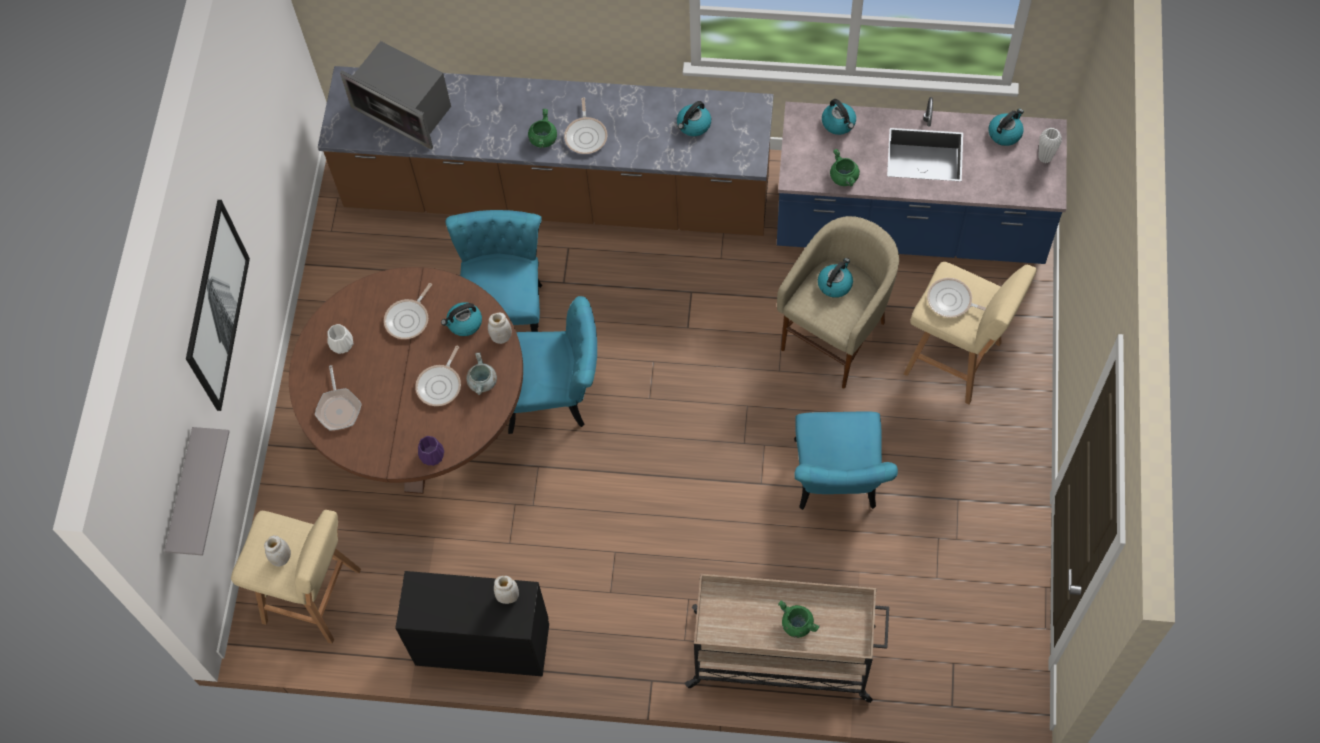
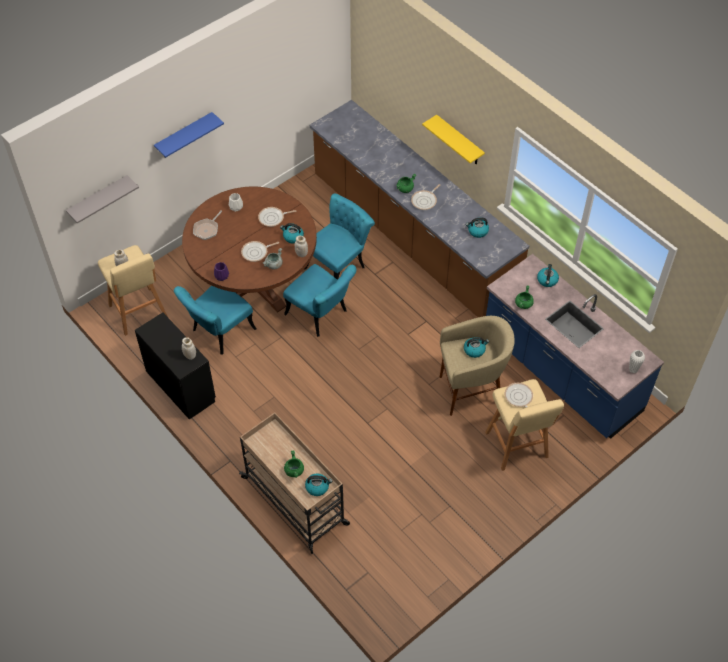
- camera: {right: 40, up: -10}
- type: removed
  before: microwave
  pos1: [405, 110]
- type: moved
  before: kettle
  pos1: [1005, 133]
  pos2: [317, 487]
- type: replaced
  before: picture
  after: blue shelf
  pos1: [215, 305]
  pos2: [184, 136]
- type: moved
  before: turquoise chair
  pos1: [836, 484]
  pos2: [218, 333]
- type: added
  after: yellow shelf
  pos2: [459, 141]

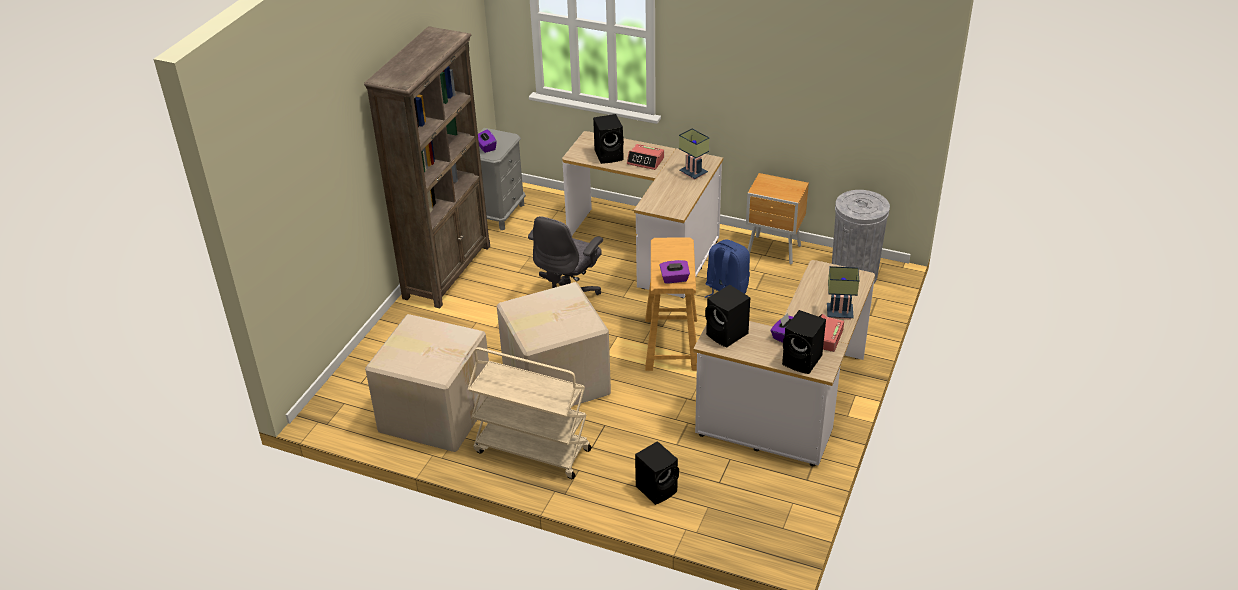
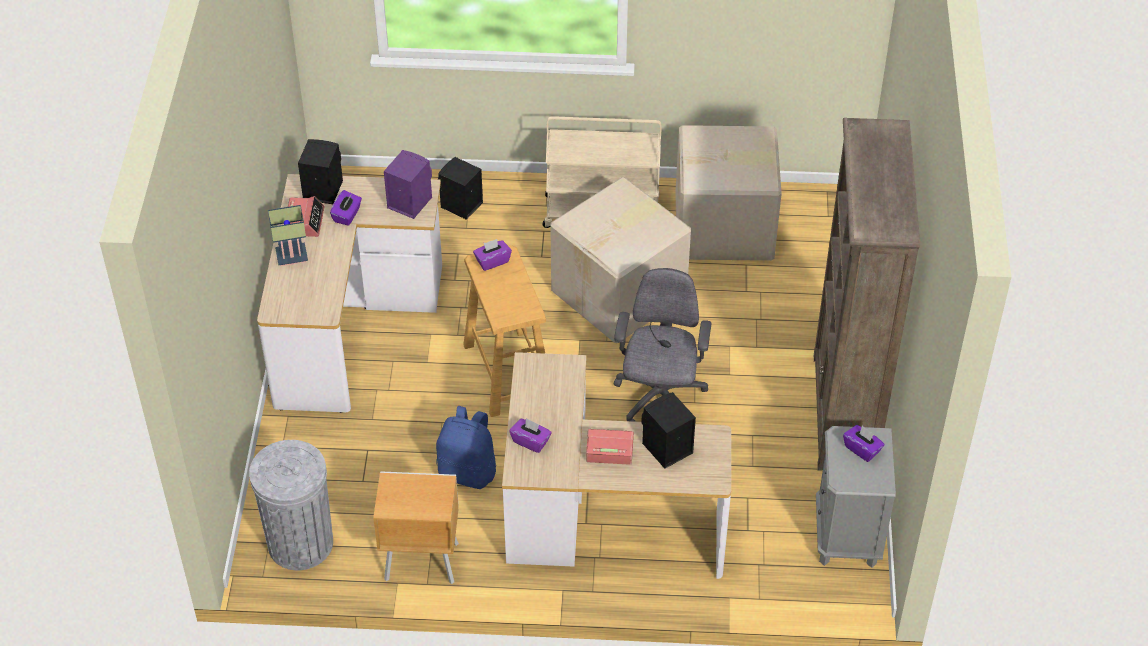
- camera: {right: 160, up: 10}
- type: replaced
  before: table lamp
  after: purple tissue box
  pos1: [695, 173]
  pos2: [531, 441]
- type: recoloured
  before: black speaker
  after: purple speaker
  pos1: [727, 335]
  pos2: [408, 202]

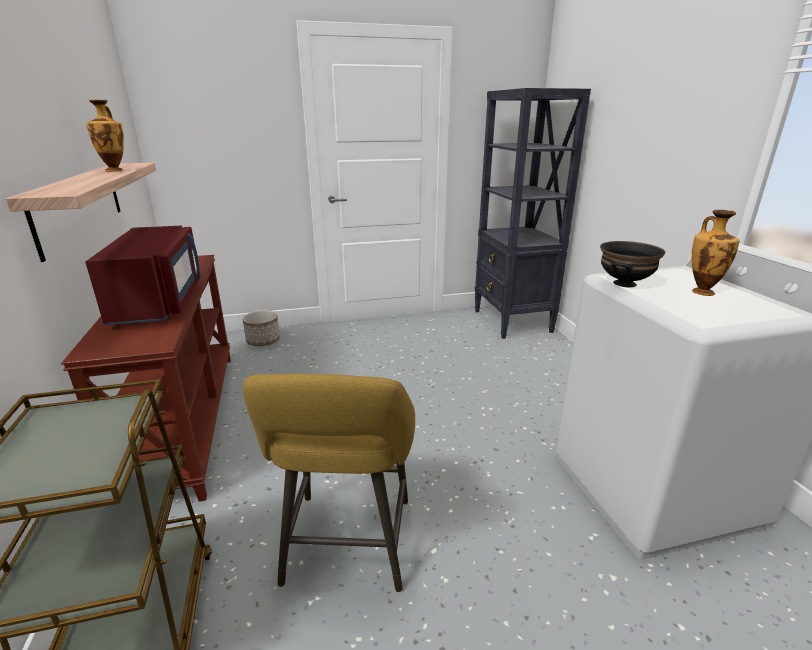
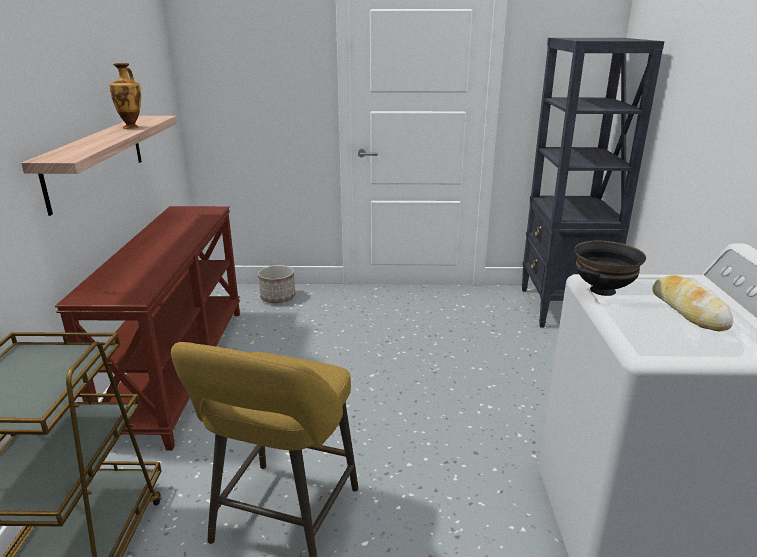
- camera: {right: 15, up: 0}
- type: replaced
  before: vase
  after: bread
  pos1: [702, 291]
  pos2: [688, 310]
- type: removed
  before: red microwave
  pos1: [160, 302]

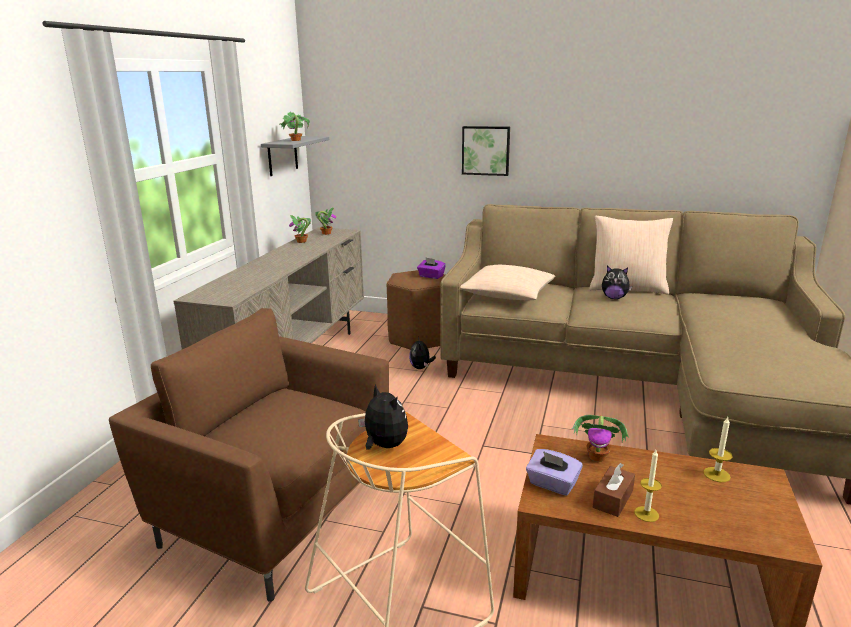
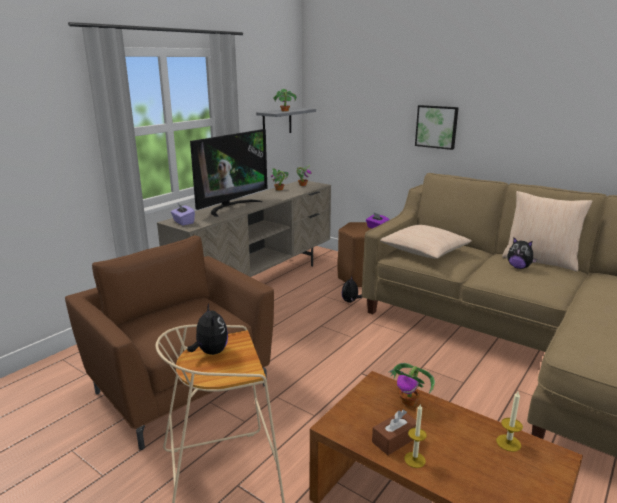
- camera: {right: 20, up: 0}
- type: moved
  before: purple tissue box
  pos1: [552, 484]
  pos2: [183, 222]
- type: added
  after: television
  pos2: [231, 207]

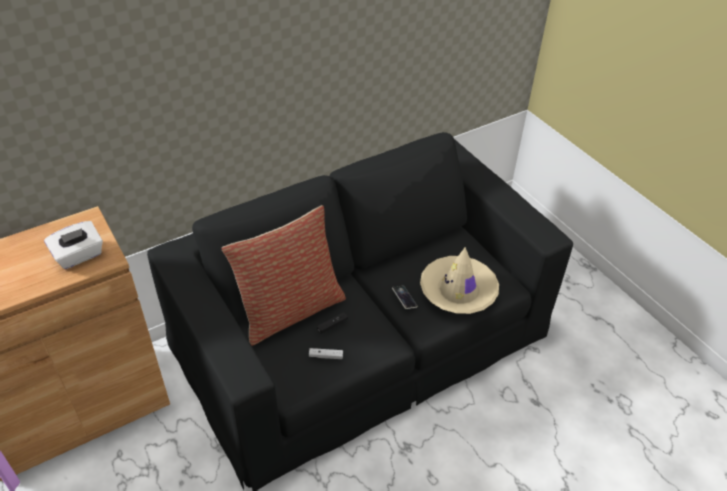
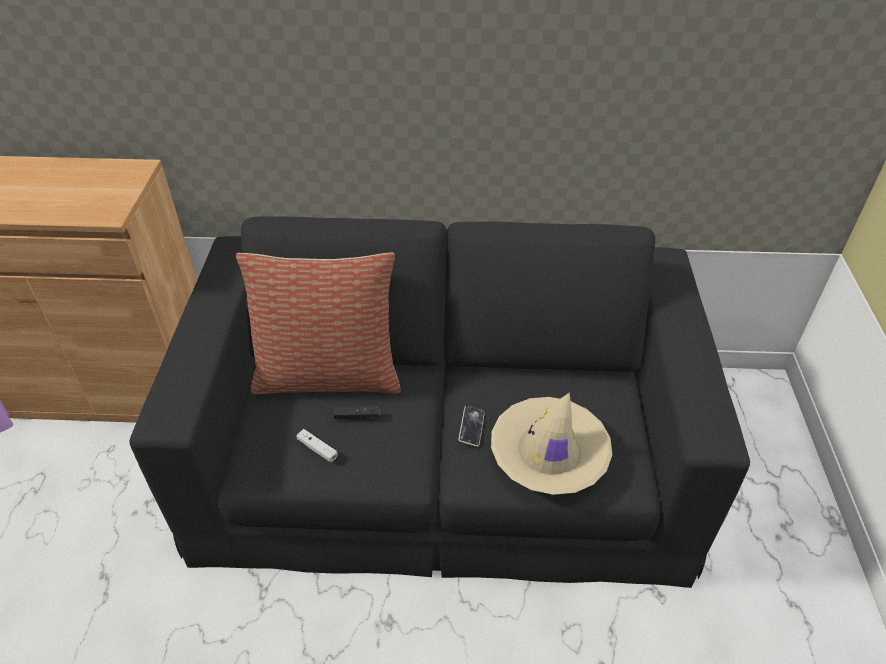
- camera: {right: 35, up: 0}
- type: removed
  before: white tissue box
  pos1: [79, 256]

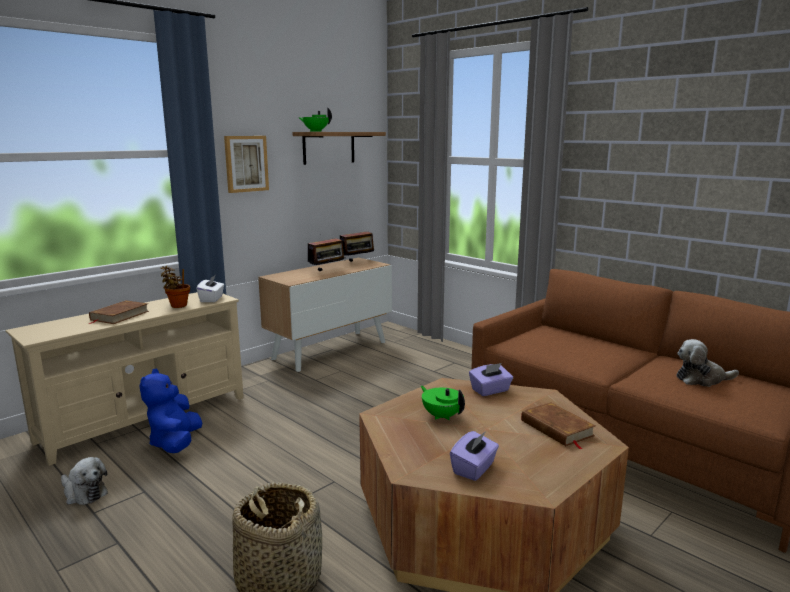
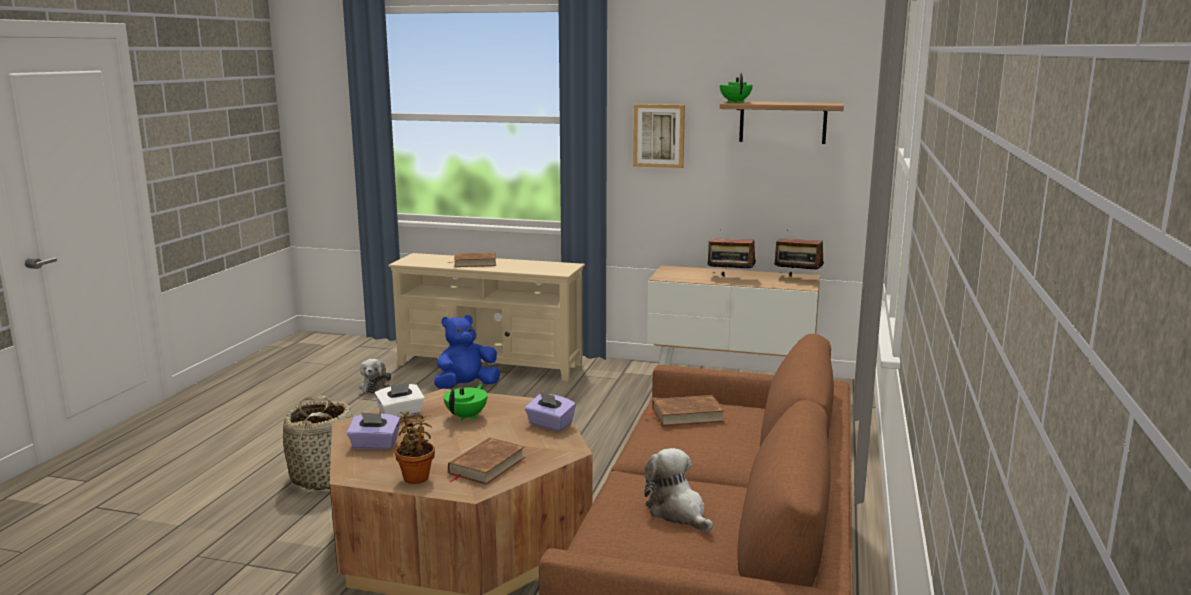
- camera: {right: 60, up: 0}
- type: moved
  before: potted plant
  pos1: [177, 305]
  pos2: [416, 477]
- type: moved
  before: white tissue box
  pos1: [212, 299]
  pos2: [401, 414]
- type: added
  after: brown book
  pos2: [687, 415]

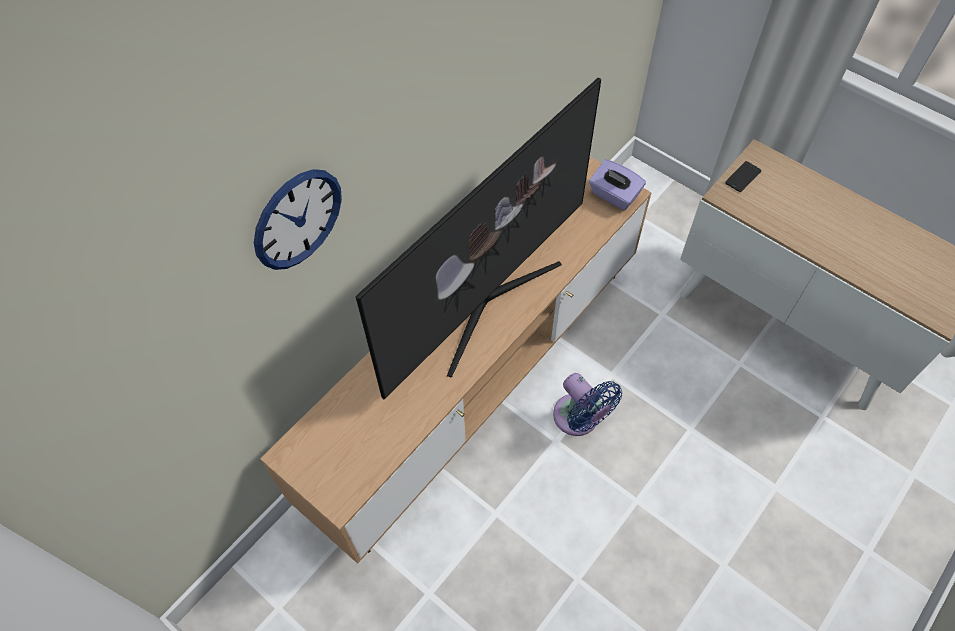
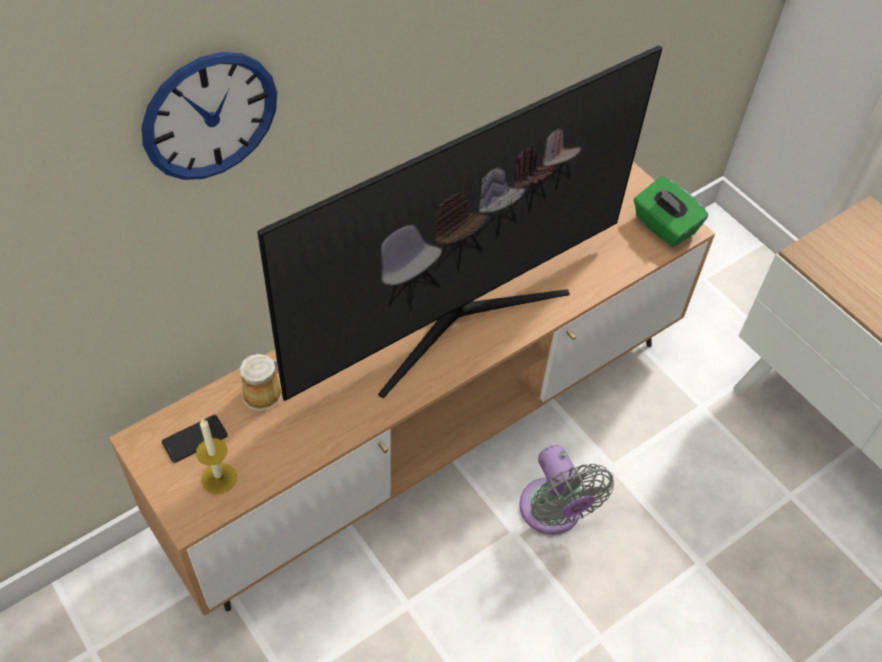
- camera: {right: 10, up: -5}
- type: recoloured
  before: purple tissue box
  after: green tissue box
  pos1: [614, 195]
  pos2: [664, 226]
- type: moved
  before: phone
  pos1: [743, 177]
  pos2: [195, 439]
- type: recoloured
  before: blue fan
  after: grey fan
  pos1: [579, 419]
  pos2: [553, 513]
- type: added
  after: mug
  pos2: [264, 392]
- type: added
  after: candle
  pos2: [219, 478]

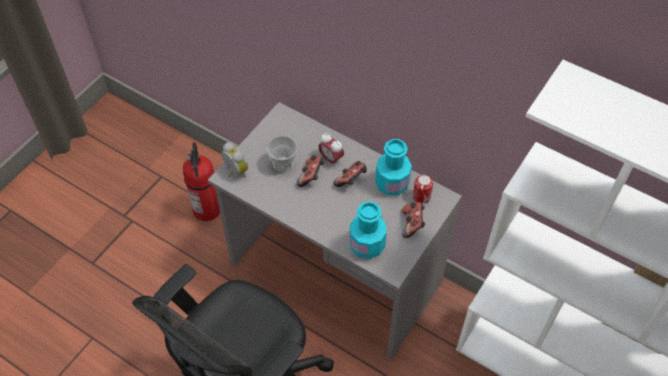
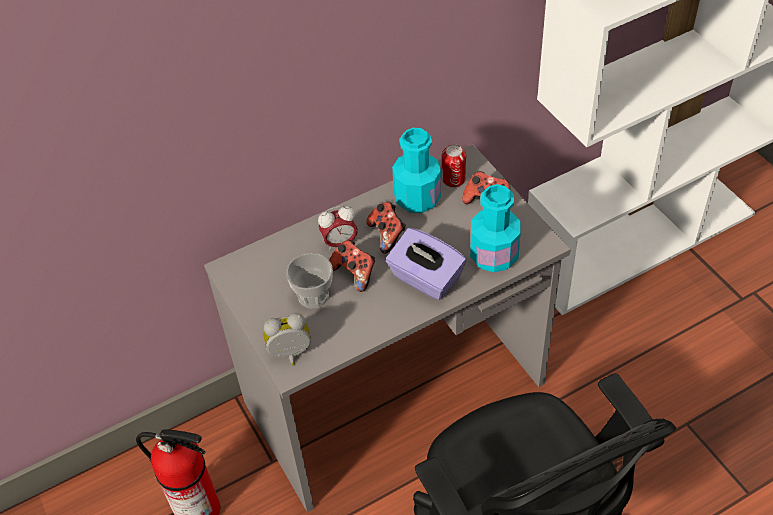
- camera: {right: -60, up: -5}
- type: added
  after: purple tissue box
  pos2: [425, 279]

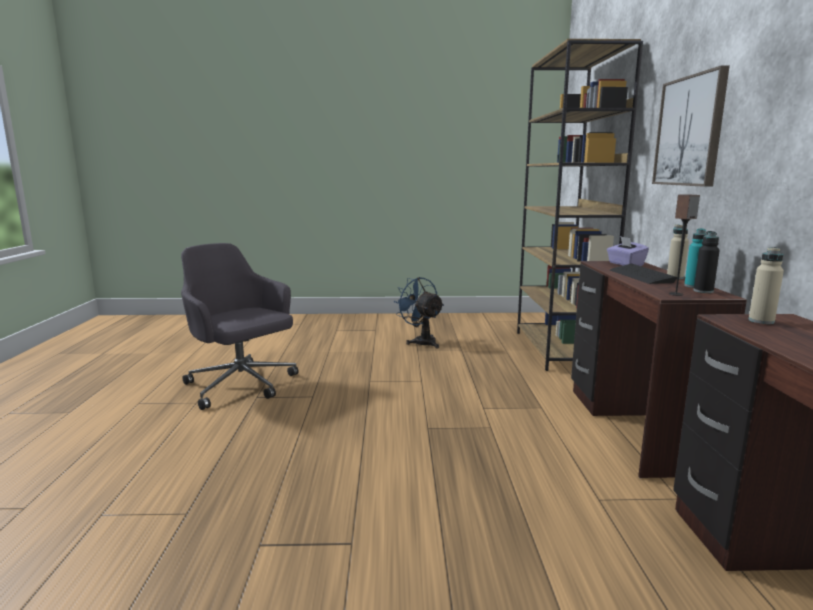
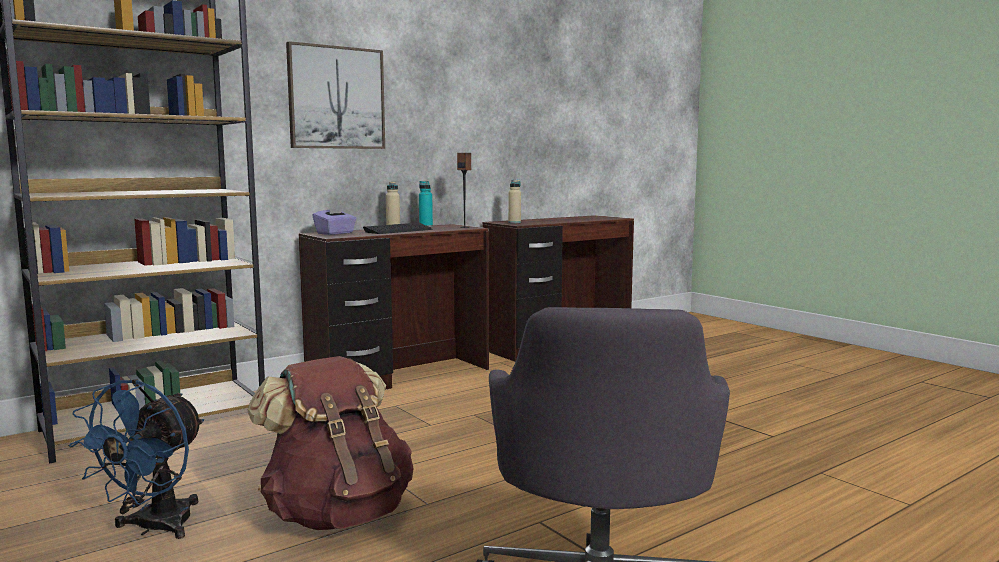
- camera: {right: -125, up: -5}
- type: removed
  before: black bottle
  pos1: [703, 291]
- type: added
  after: brown backpack
  pos2: [337, 514]

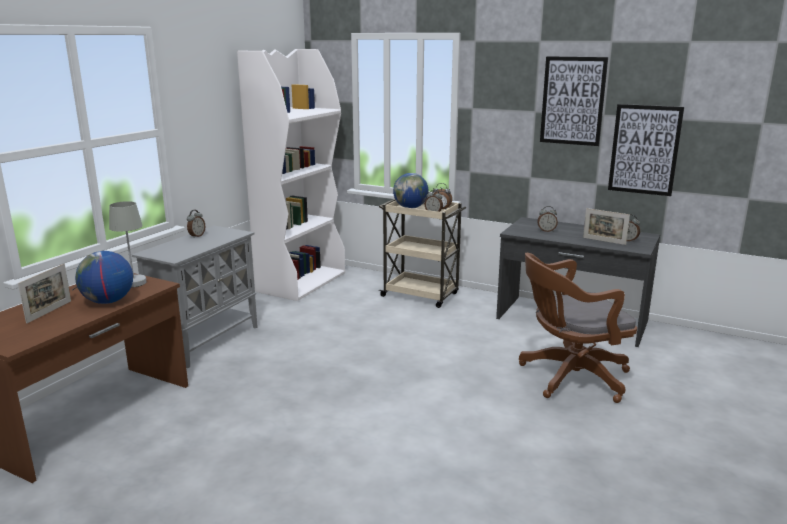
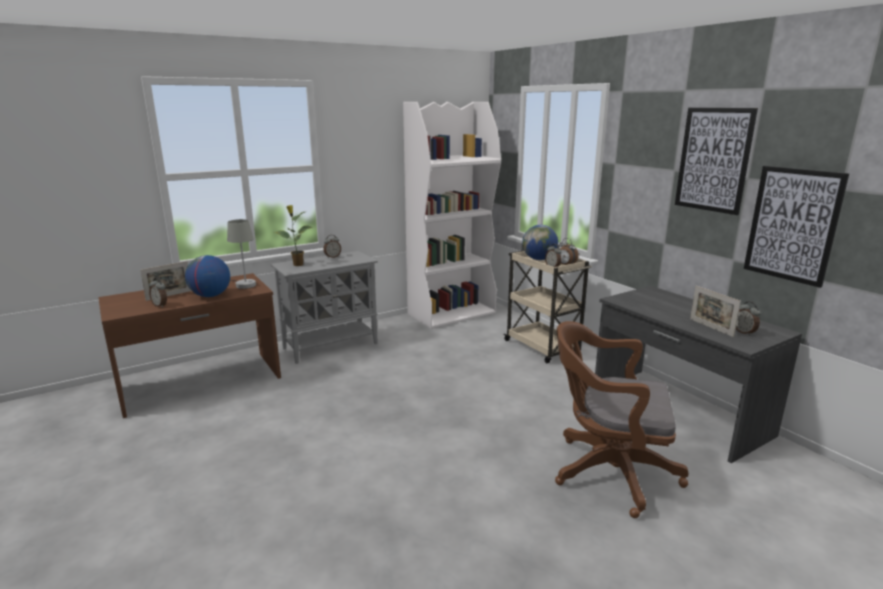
- camera: {right: 30, up: 0}
- type: moved
  before: alarm clock
  pos1: [546, 231]
  pos2: [160, 305]
- type: added
  after: potted plant
  pos2: [297, 265]

